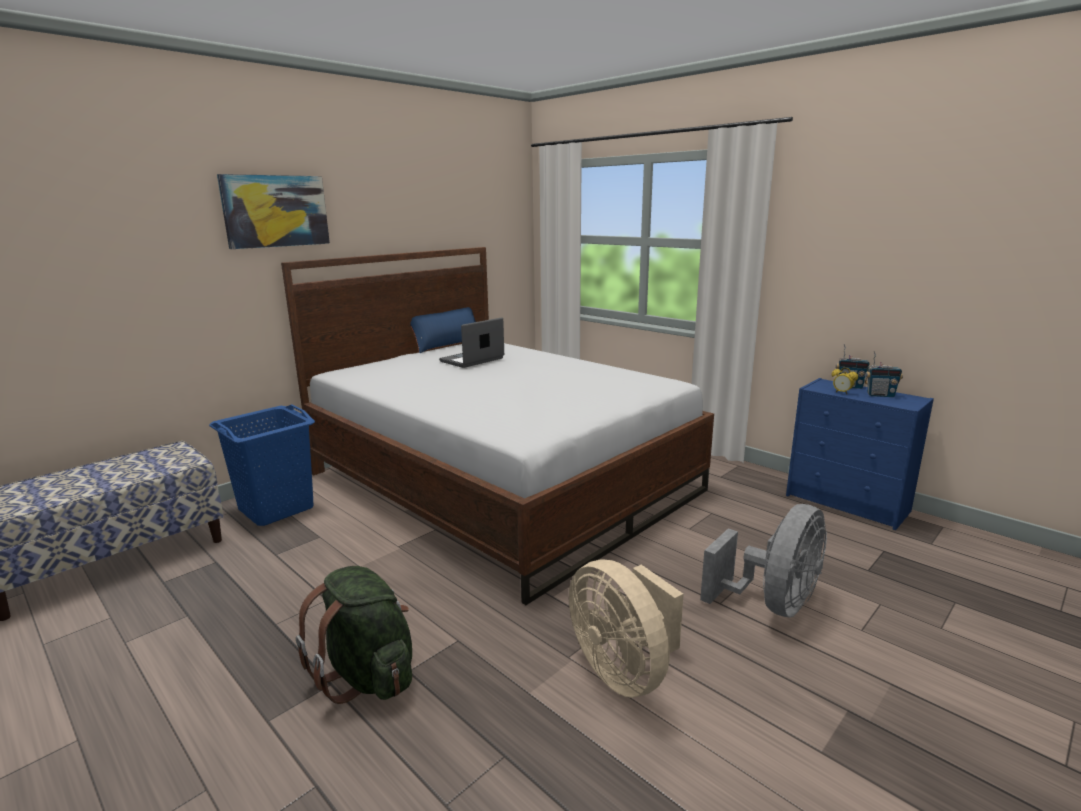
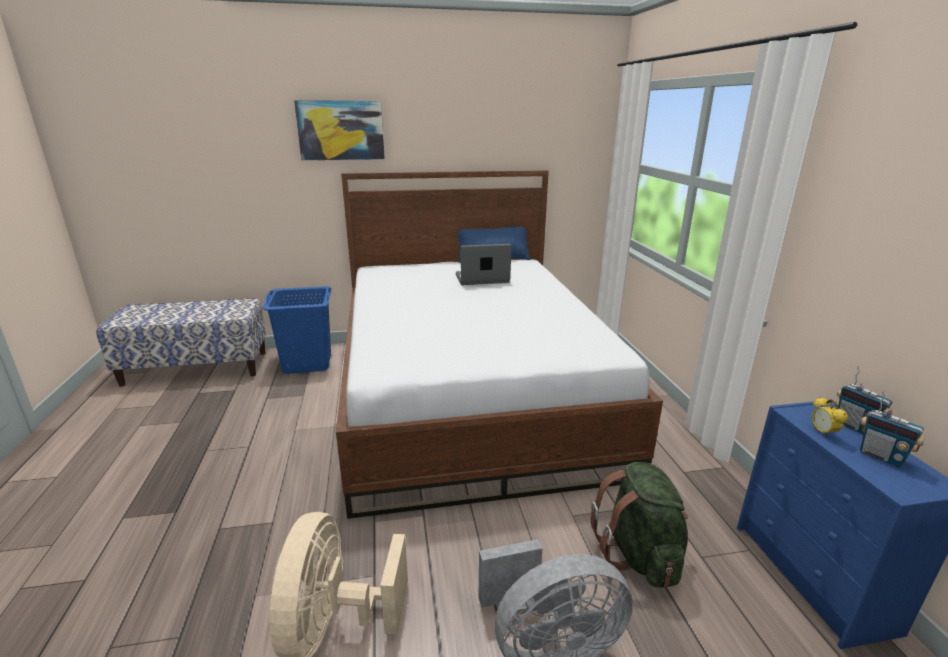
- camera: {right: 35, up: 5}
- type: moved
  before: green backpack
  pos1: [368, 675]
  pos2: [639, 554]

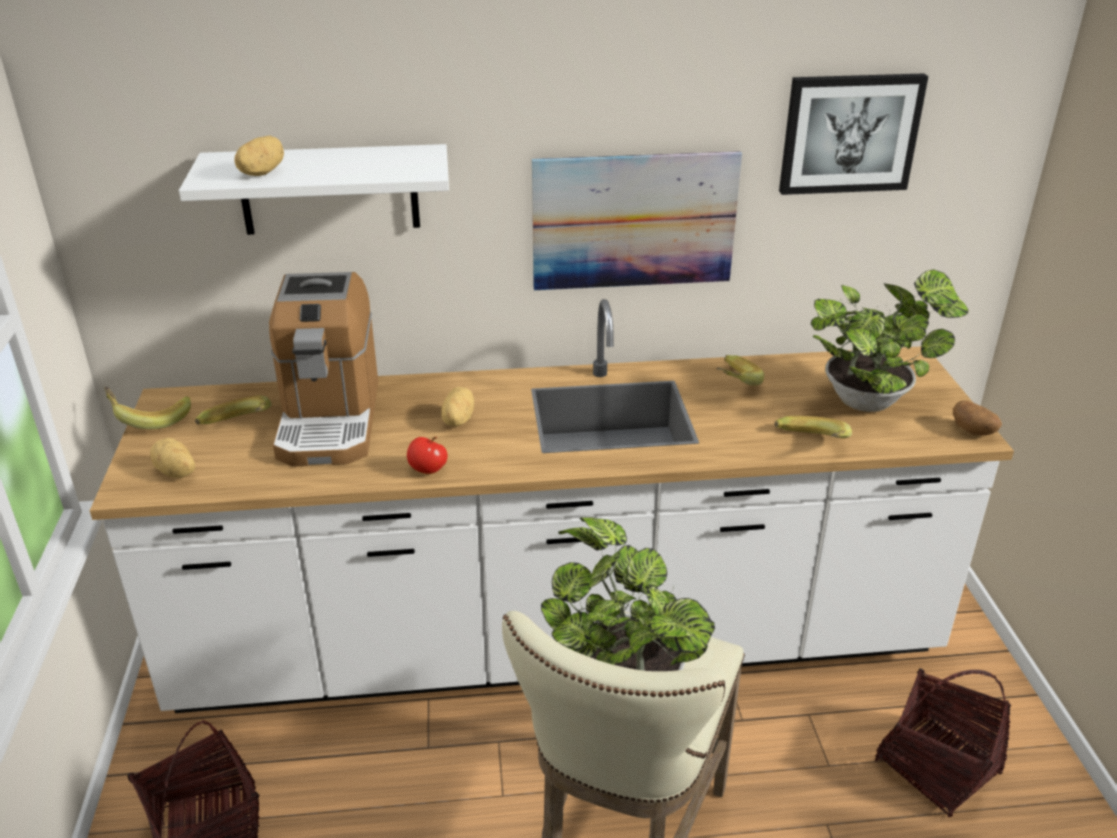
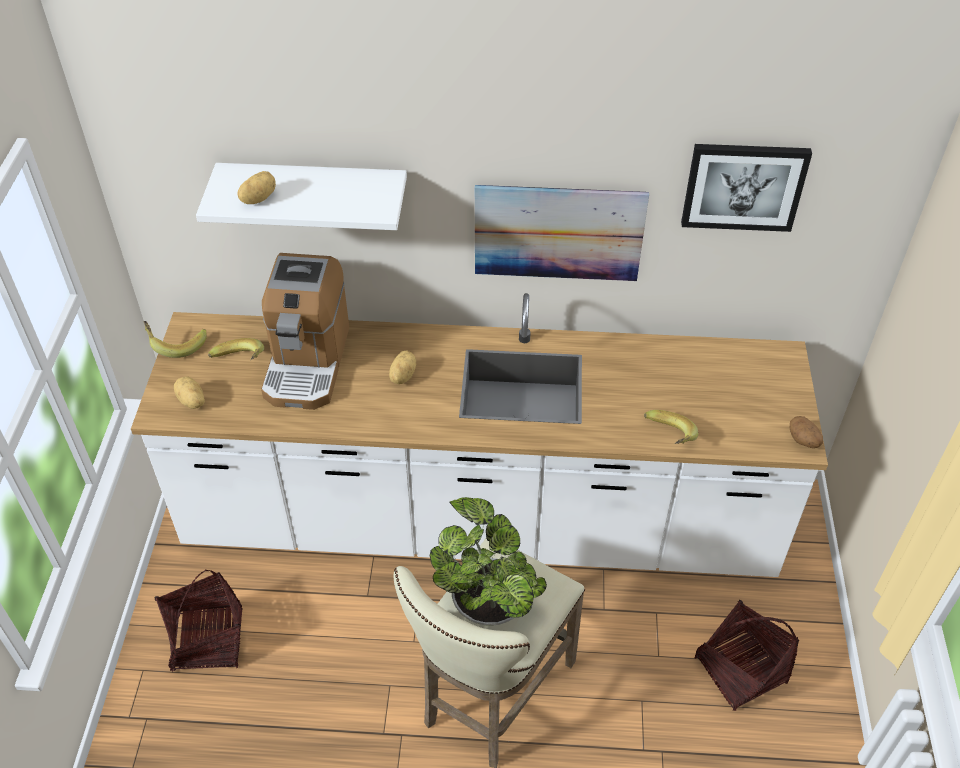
- camera: {right: 10, up: 15}
- type: removed
  before: potted plant
  pos1: [870, 400]
- type: removed
  before: banana
  pos1: [731, 383]
- type: removed
  before: apple
  pos1: [427, 470]

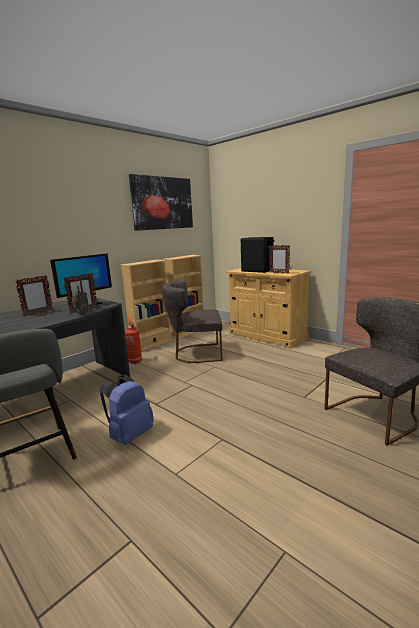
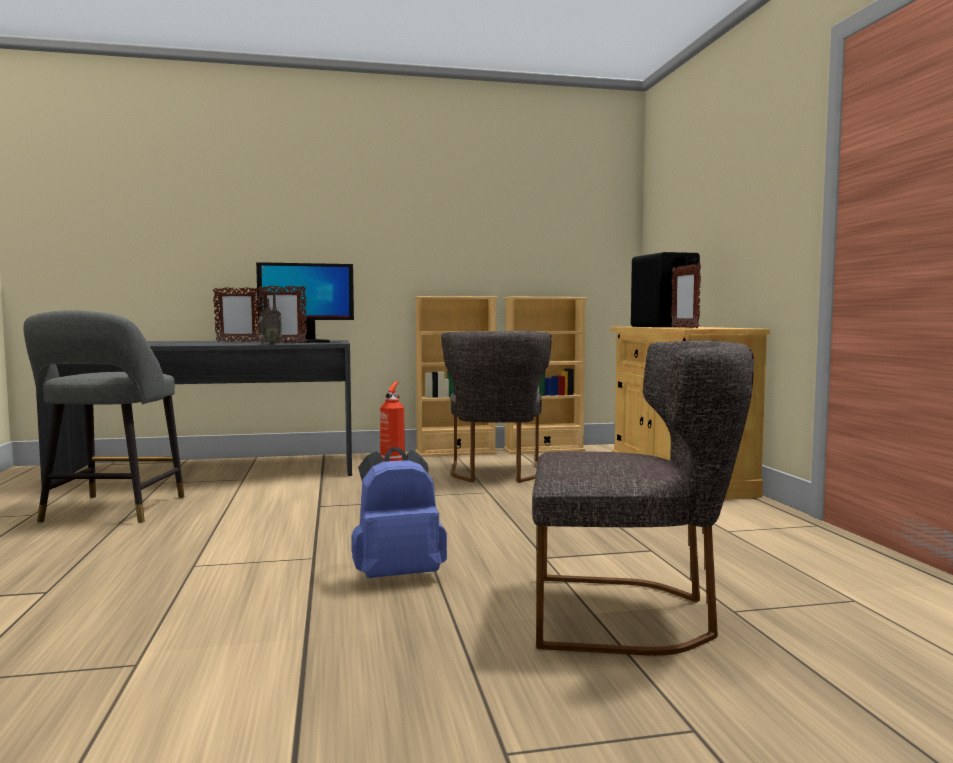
- camera: {right: 35, up: -10}
- type: removed
  before: picture
  pos1: [162, 203]
- type: turned
  before: grey chair
  pos1: [195, 353]
  pos2: [495, 473]
  turn: -120
- type: moved
  before: blue backpack
  pos1: [129, 435]
  pos2: [397, 575]

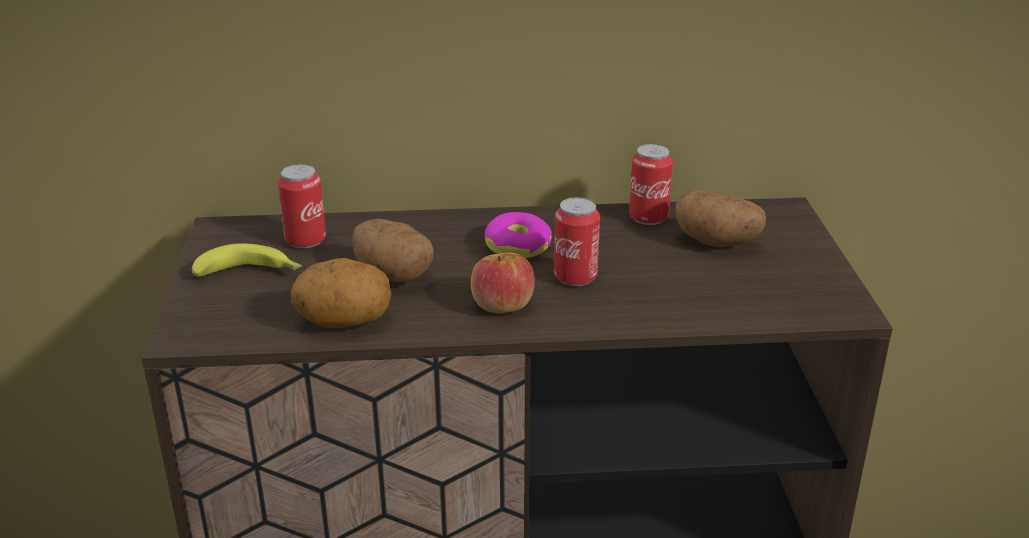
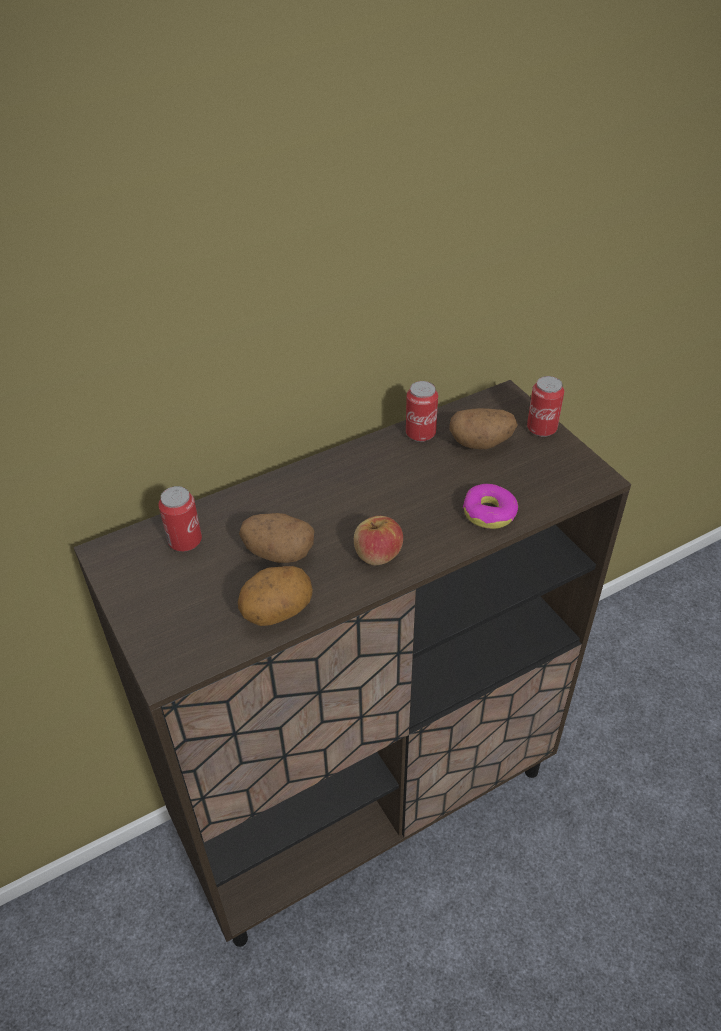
- camera: {right: -25, up: 15}
- type: moved
  before: can
  pos1: [575, 277]
  pos2: [541, 428]
- type: moved
  before: donut
  pos1: [518, 246]
  pos2: [489, 513]
- type: removed
  before: banana
  pos1: [251, 273]

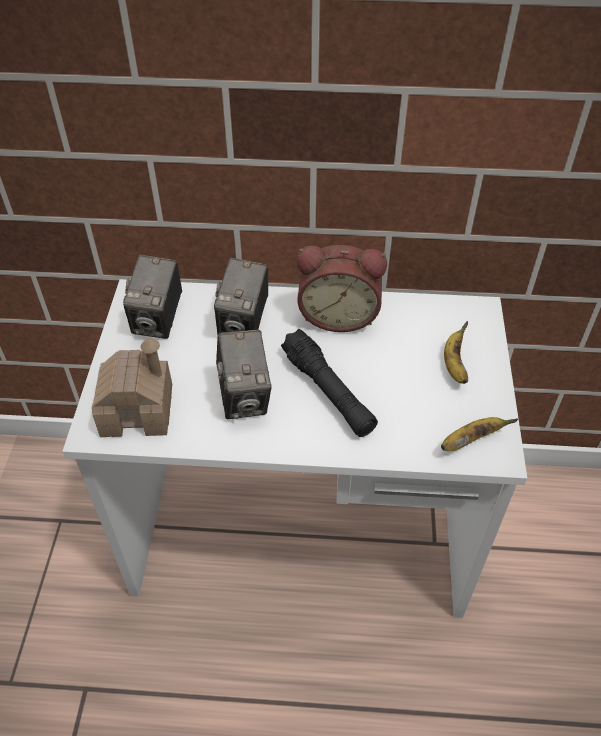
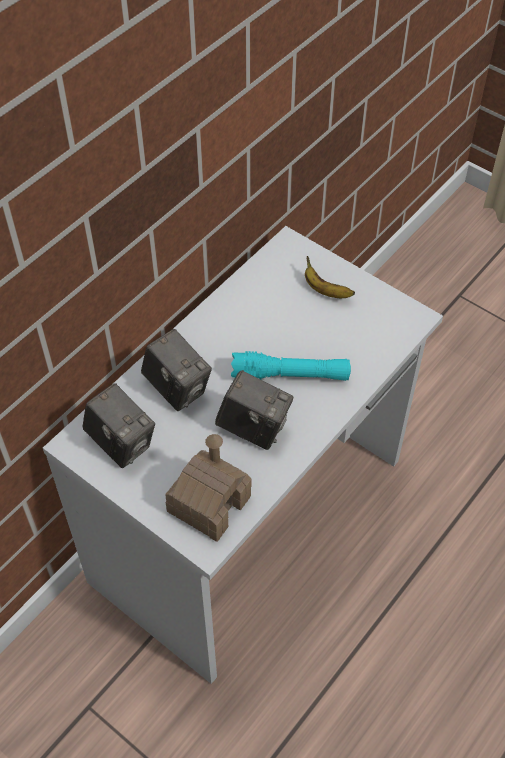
- camera: {right: -55, up: 5}
- type: removed
  before: alarm clock
  pos1: [338, 315]
- type: recoloured
  before: black flashlight
  after: turquoise flashlight
  pos1: [328, 392]
  pos2: [290, 375]
- type: removed
  before: banana
  pos1: [470, 440]

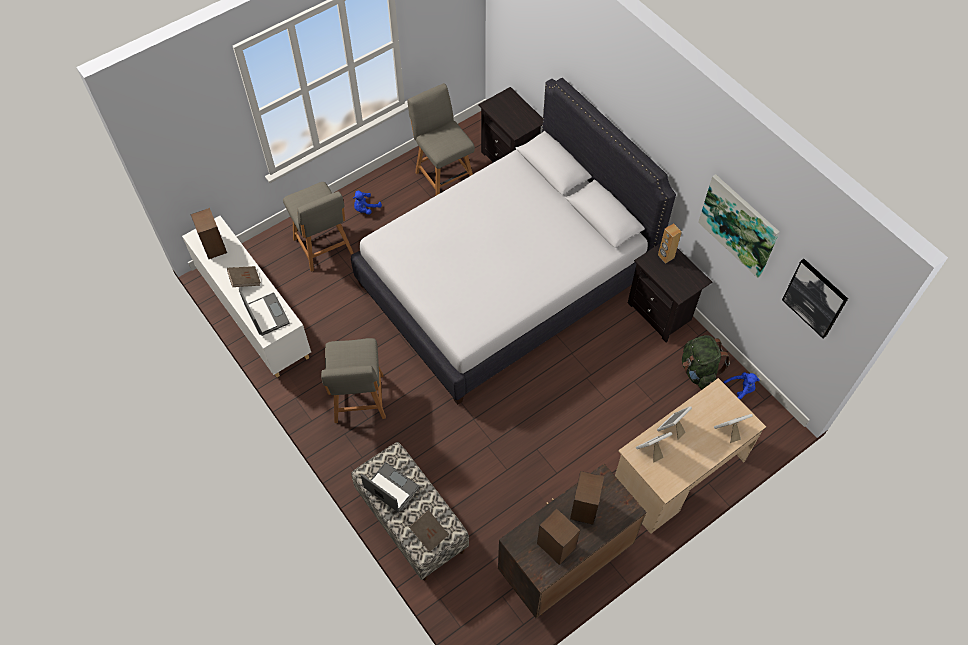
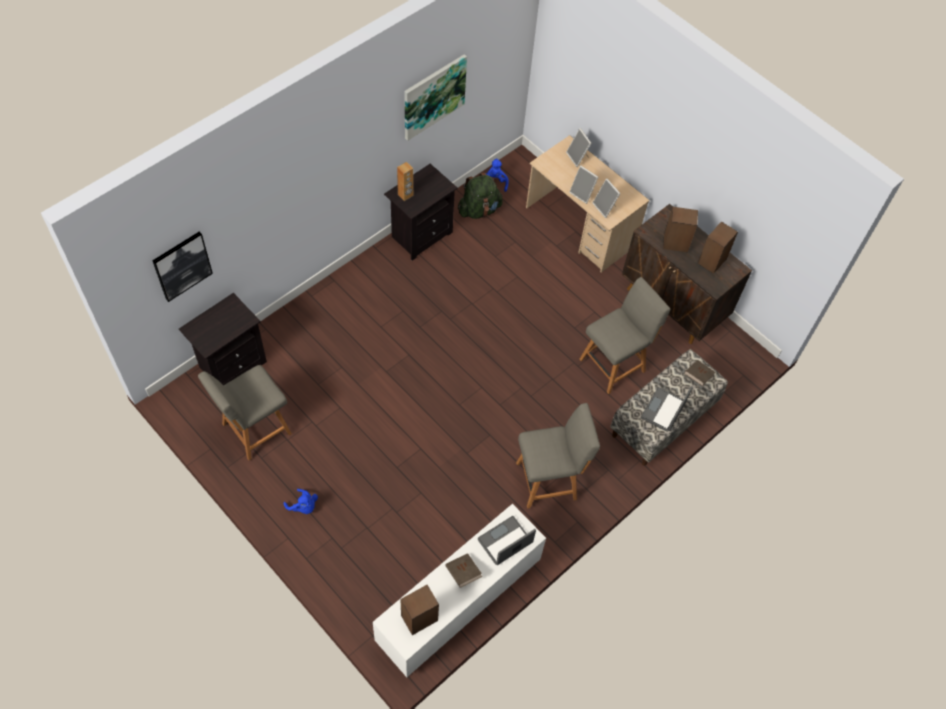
- camera: {right: -100, up: 0}
- type: removed
  before: white bed
  pos1: [504, 280]
- type: moved
  before: grey chair
  pos1: [324, 248]
  pos2: [614, 364]
- type: moved
  before: picture
  pos1: [815, 298]
  pos2: [182, 265]

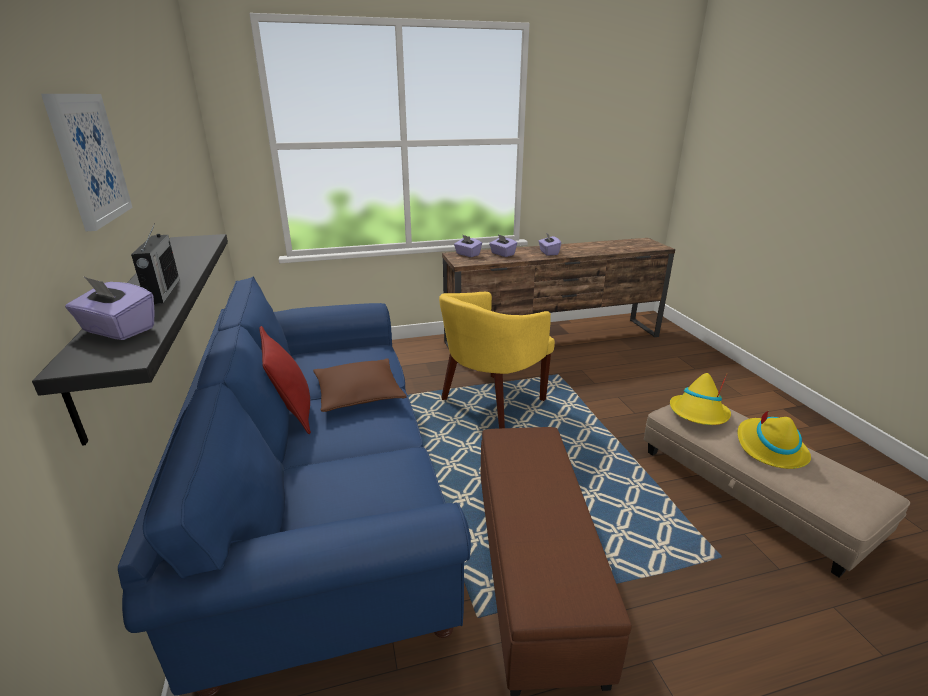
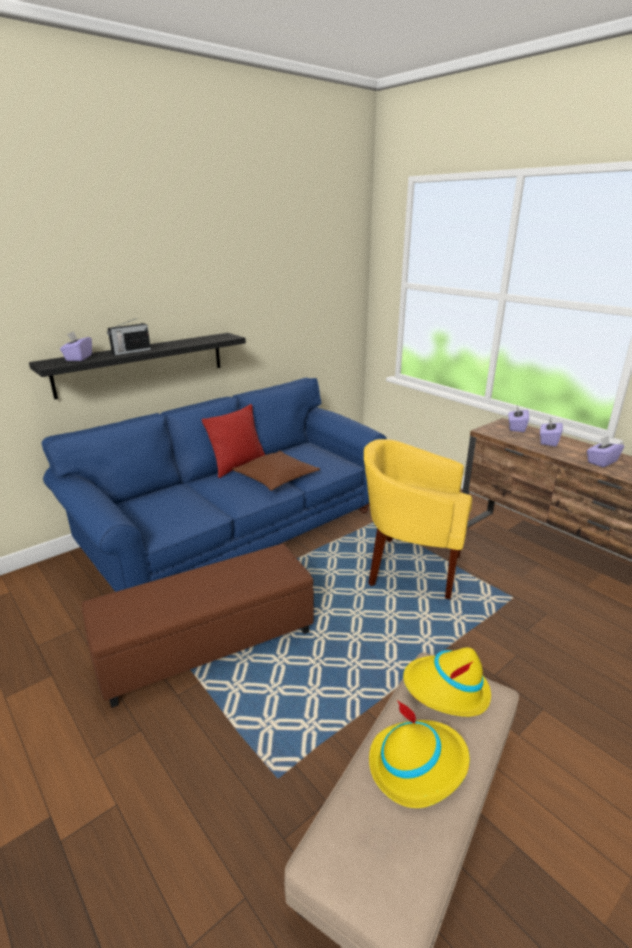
- camera: {right: 65, up: 0}
- type: removed
  before: picture
  pos1: [88, 159]

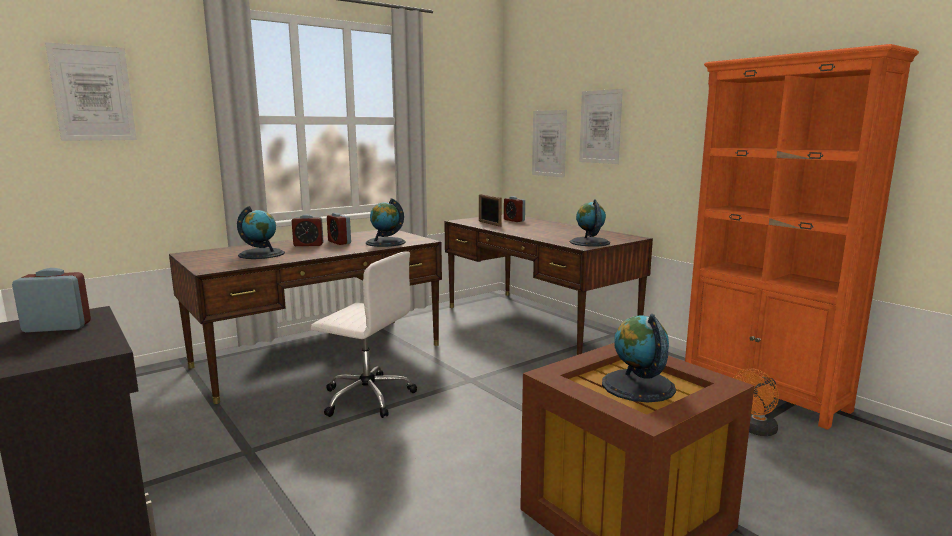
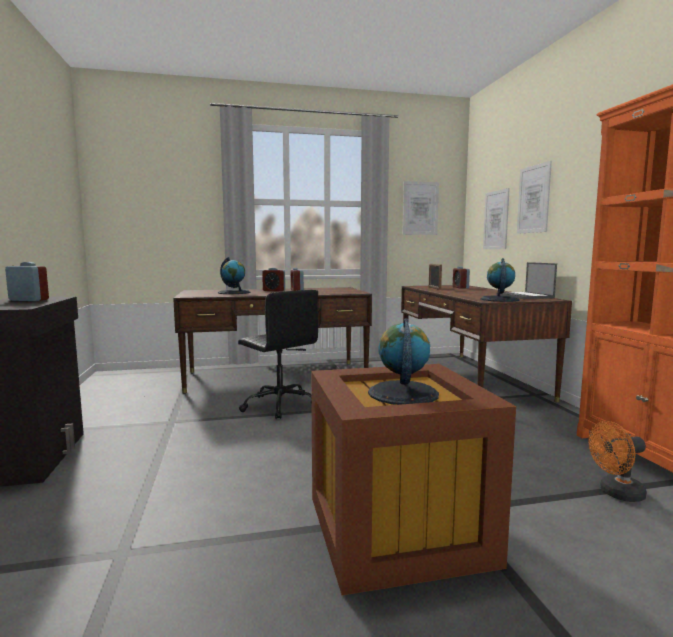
- camera: {right: 25, up: -5}
- type: moved
  before: picture
  pos1: [93, 93]
  pos2: [420, 208]
- type: removed
  before: globe
  pos1: [385, 242]
- type: recoloured
  before: white office chair
  after: black office chair
  pos1: [366, 397]
  pos2: [279, 405]
- type: added
  after: laptop
  pos2: [525, 296]

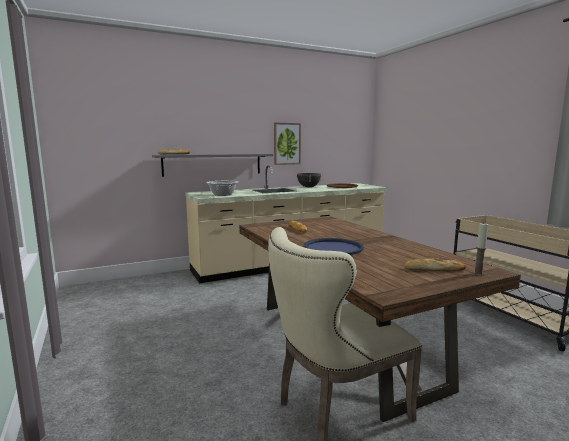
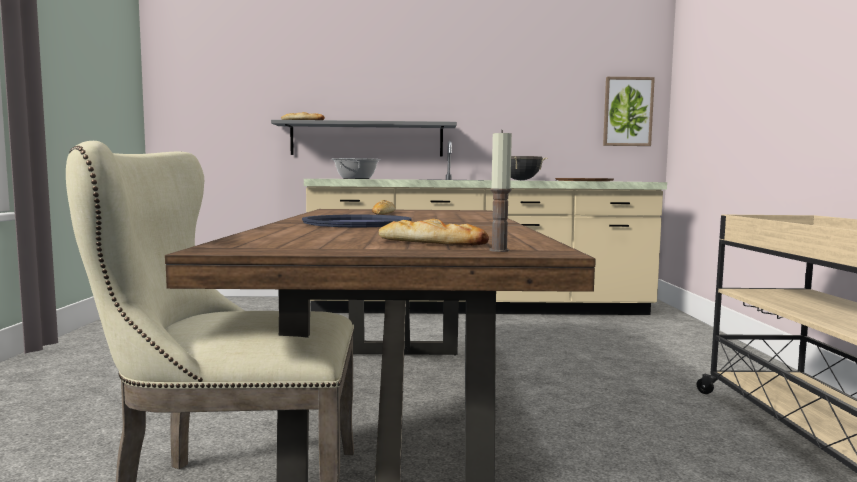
- camera: {right: 25, up: -5}
- type: moved
  before: picture
  pos1: [287, 143]
  pos2: [627, 112]

